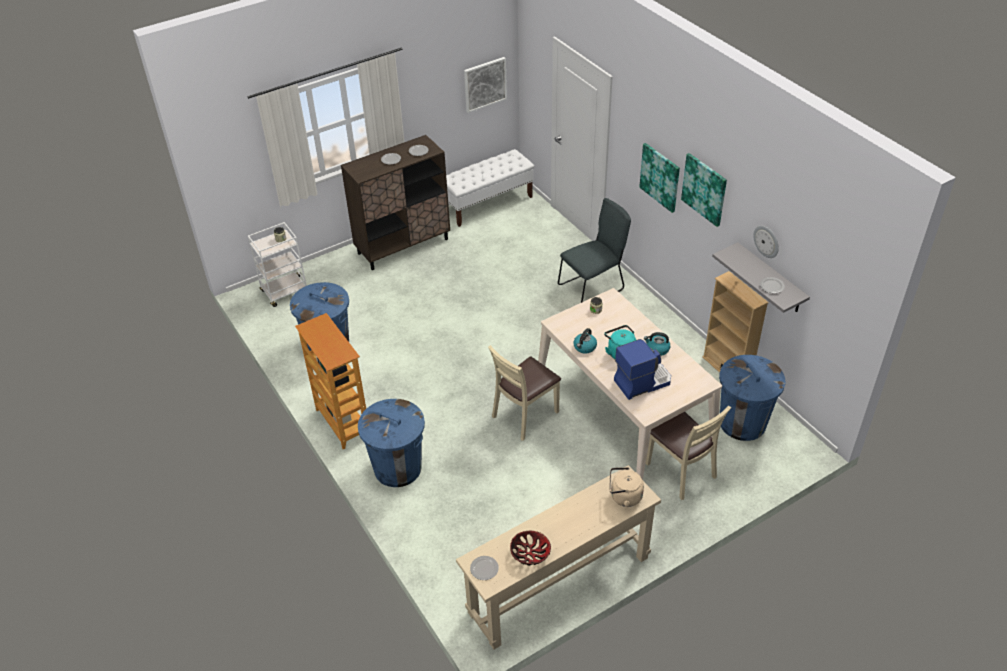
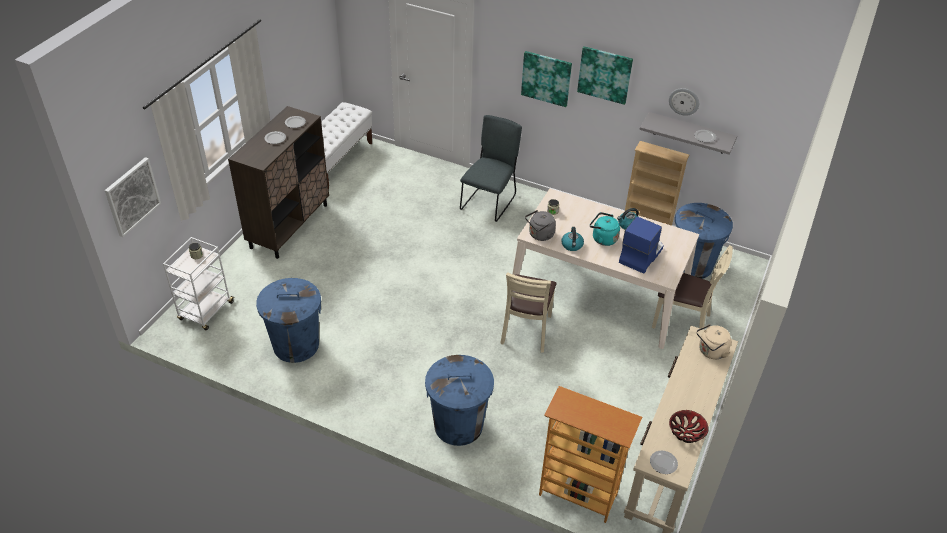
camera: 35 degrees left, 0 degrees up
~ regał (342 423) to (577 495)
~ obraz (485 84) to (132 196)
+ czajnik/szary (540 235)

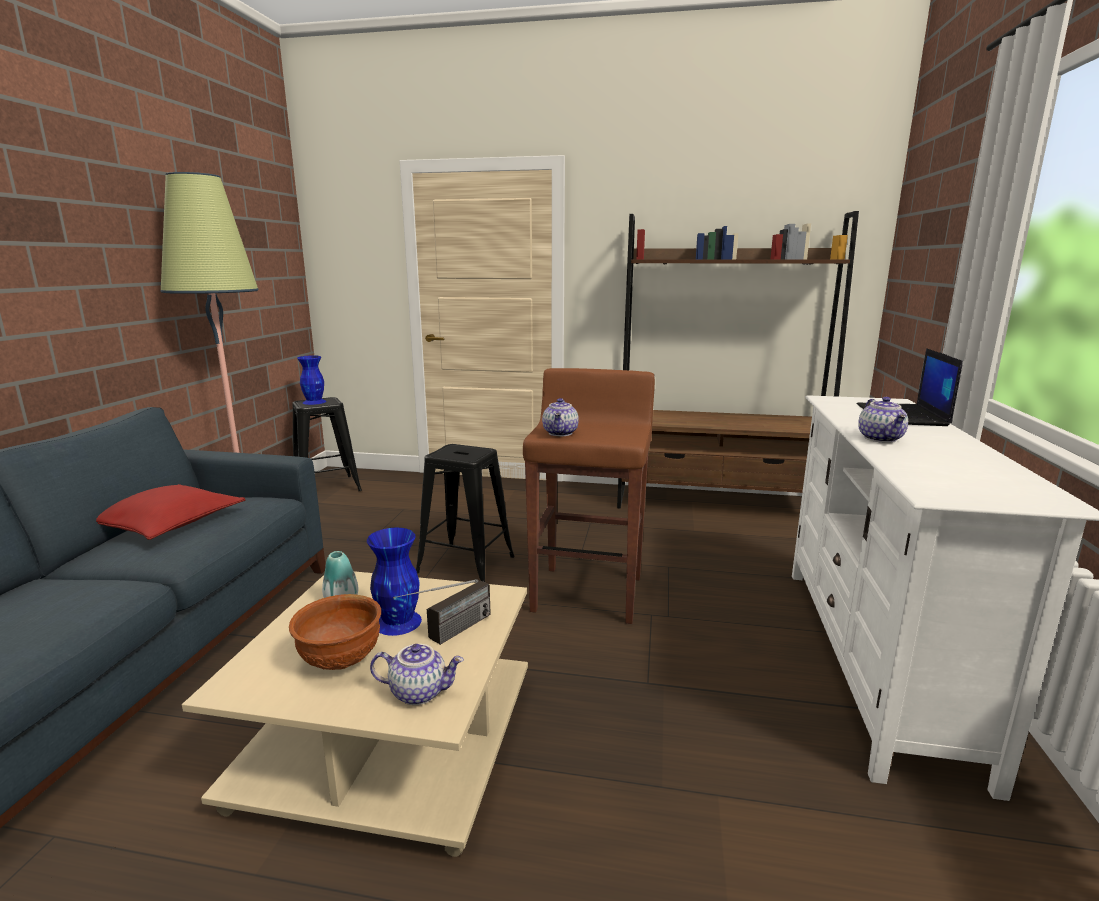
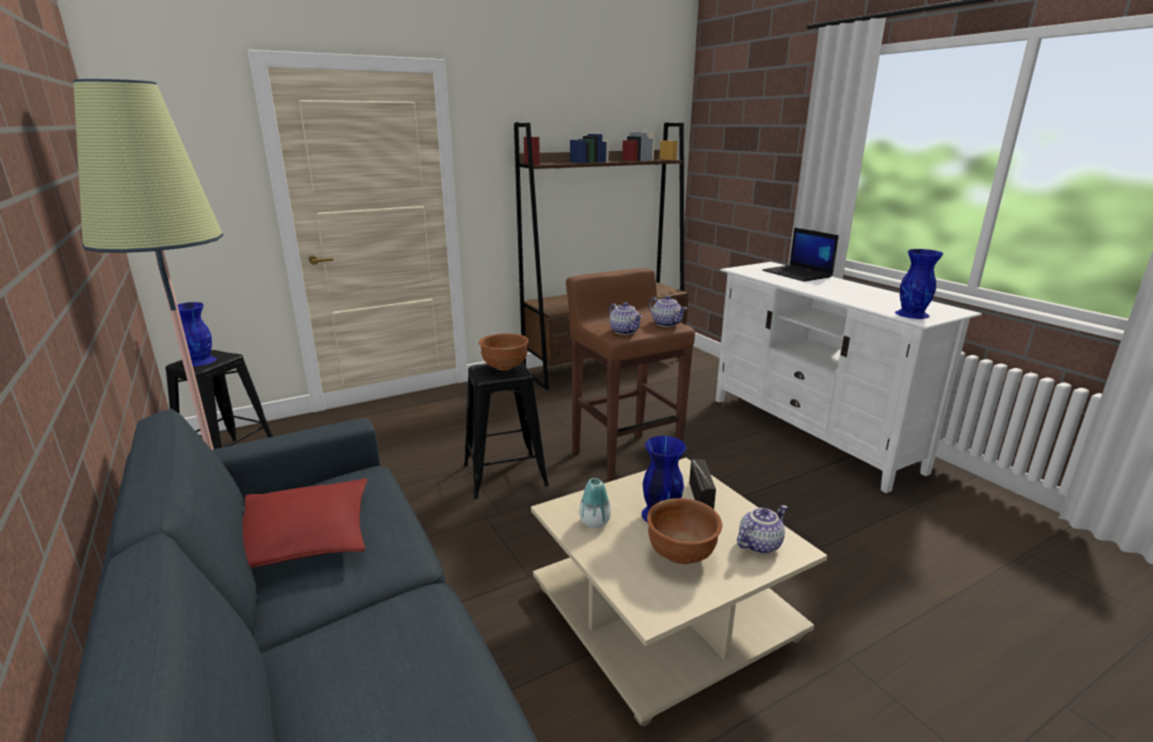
camera: 40 degrees left, 5 degrees up
~ imbryk (881 439) to (667 324)
+ miska/brązowy (505 367)
+ wazon/niebieski (912 314)

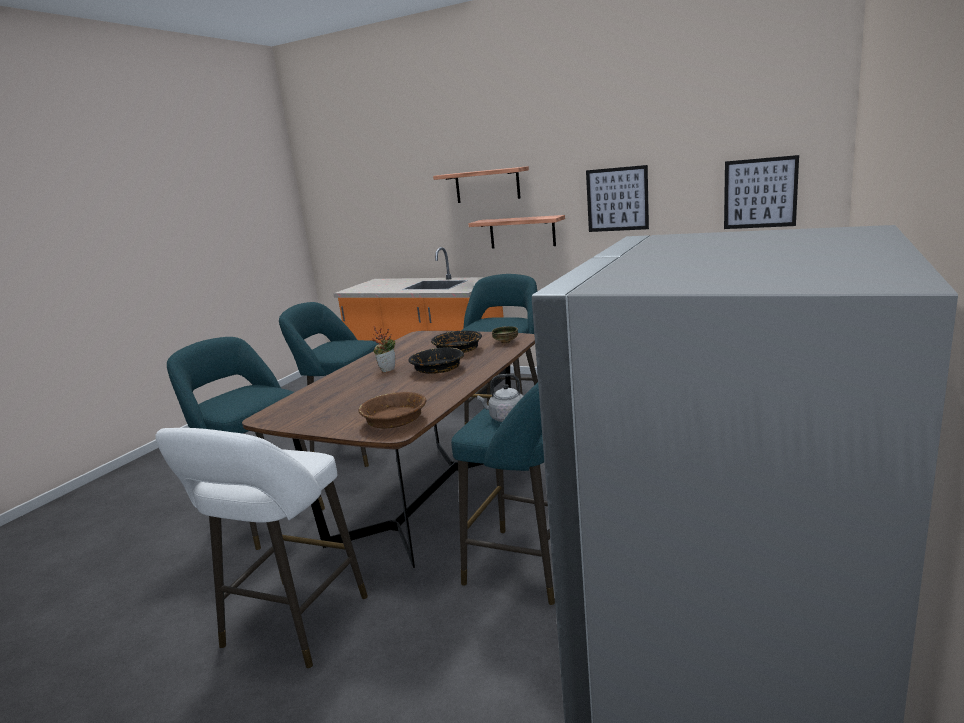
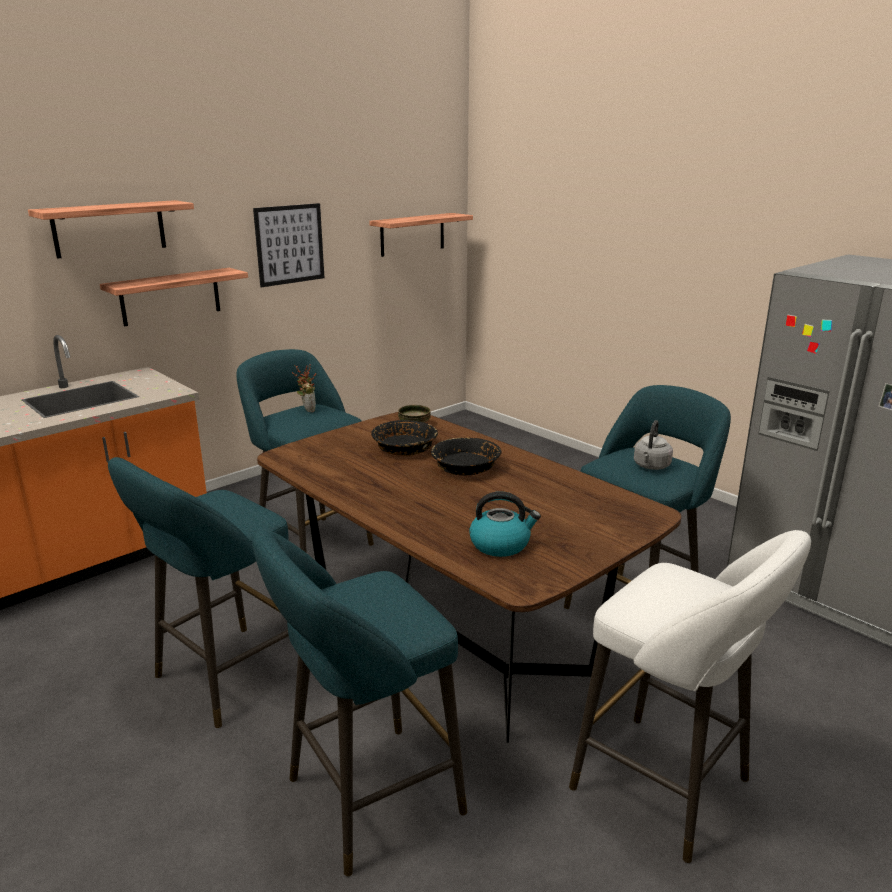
camera: 70 degrees left, 5 degrees up
- miska/brązowy (394 421)
~ roślina doniczkowa (387 369) to (307 410)
~ obraz (760 193) to półka (412 234)
+ czajnik (501 544)

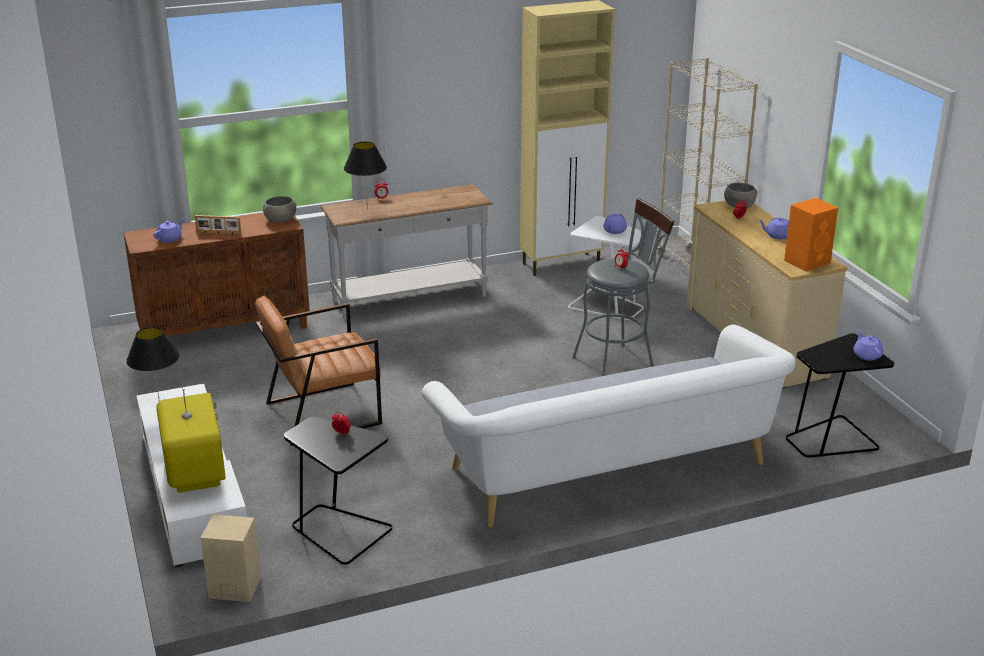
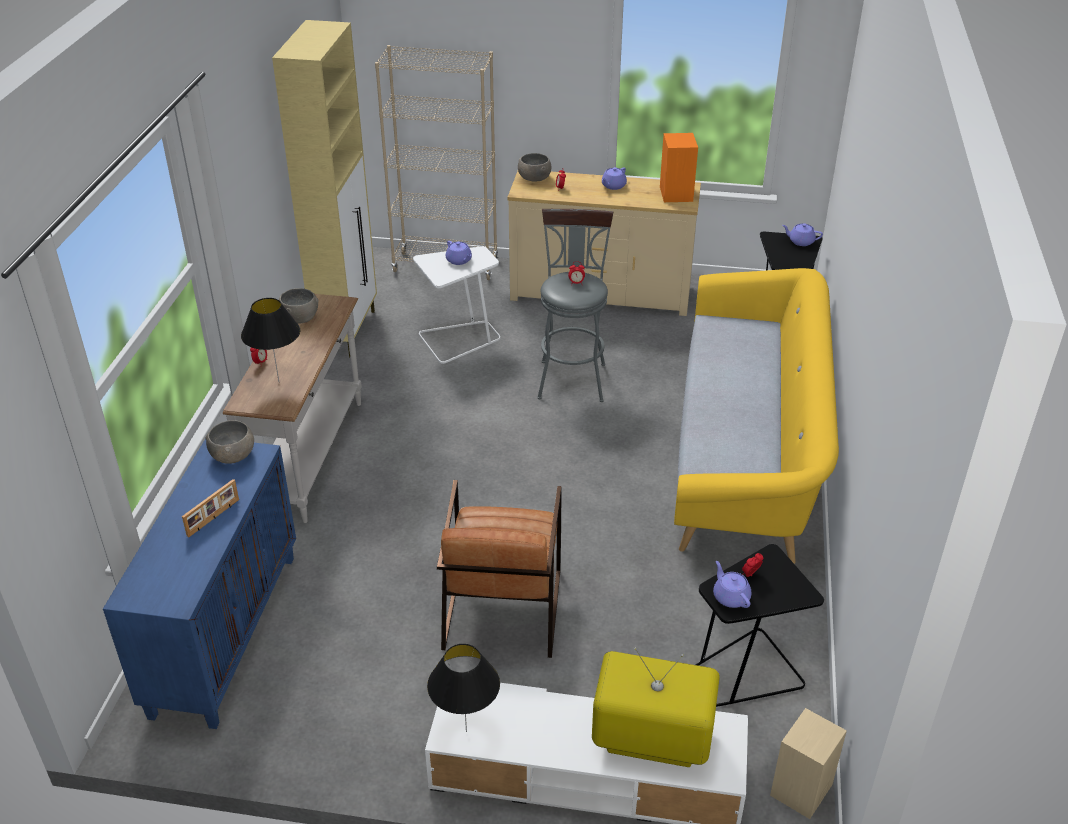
camera: 60 degrees left, 10 degrees up
~ szafka/brązowy (225 329) to szafka/niebieski (224 632)
~ imbryk/fioletowy (170 239) to (730 597)
~ kanapa/biały (610 469) to kanapa/żółty (746 454)
+ miska/szary (299 318)

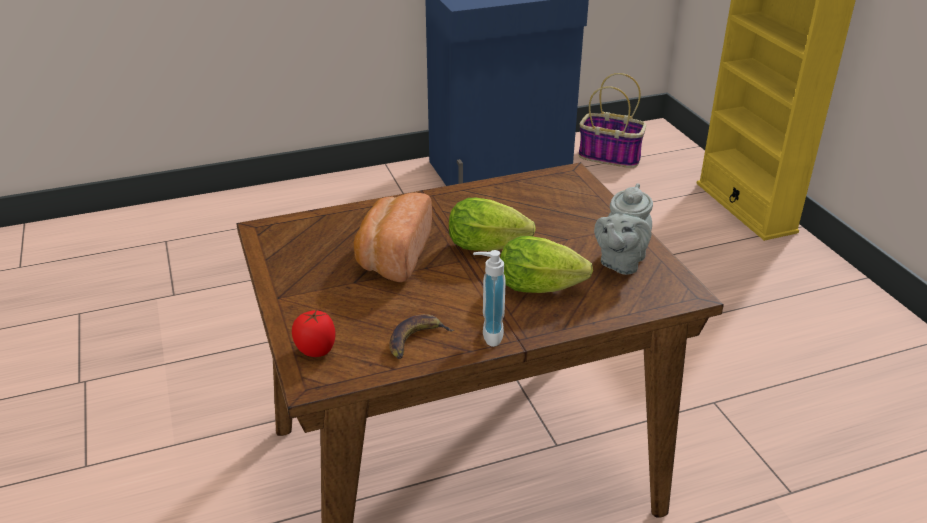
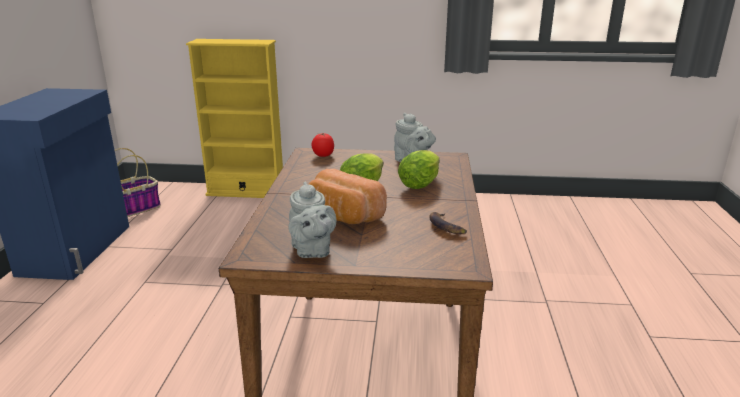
camera: 65 degrees left, 10 degrees down
~ pomidor (316 350) to (323 156)
- dozownik mydła (488 334)
+ imbryk/szary (311 251)

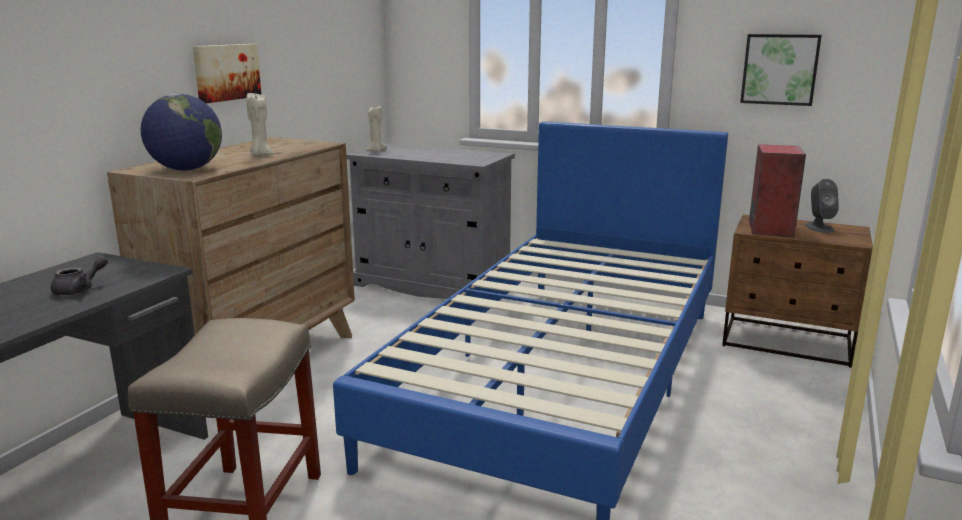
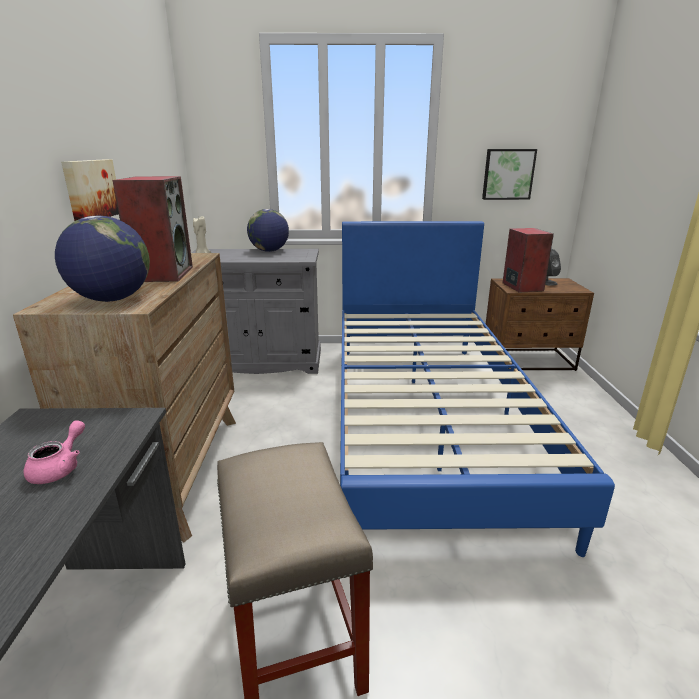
camera: 25 degrees left, 5 degrees up
~ imbryk/szary (80 289) to imbryk/różowy (60 468)
~ świeca/beżowy (260 155) to głośnik (163 274)
+ globus (269 251)

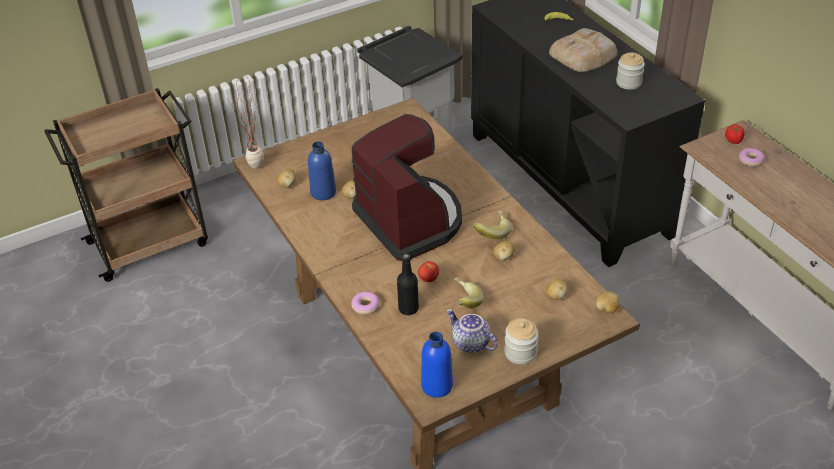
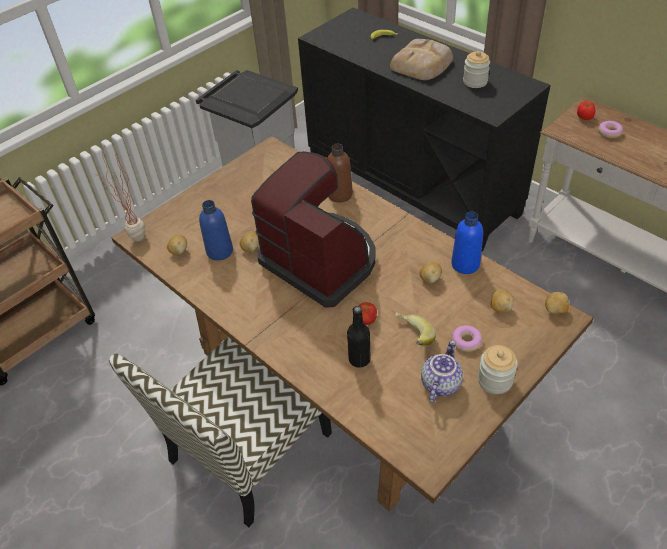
camera: 15 degrees left, 5 degrees up
~ donut (365 306) to (466 341)
~ butelka/niebieski (437 386) to (465 264)
~ imbryk (470 343) = (440 383) 90 degrees clockwise
- banan (491 232)
+ krzesło (249 449)
+ butelka/brązowy (340 194)

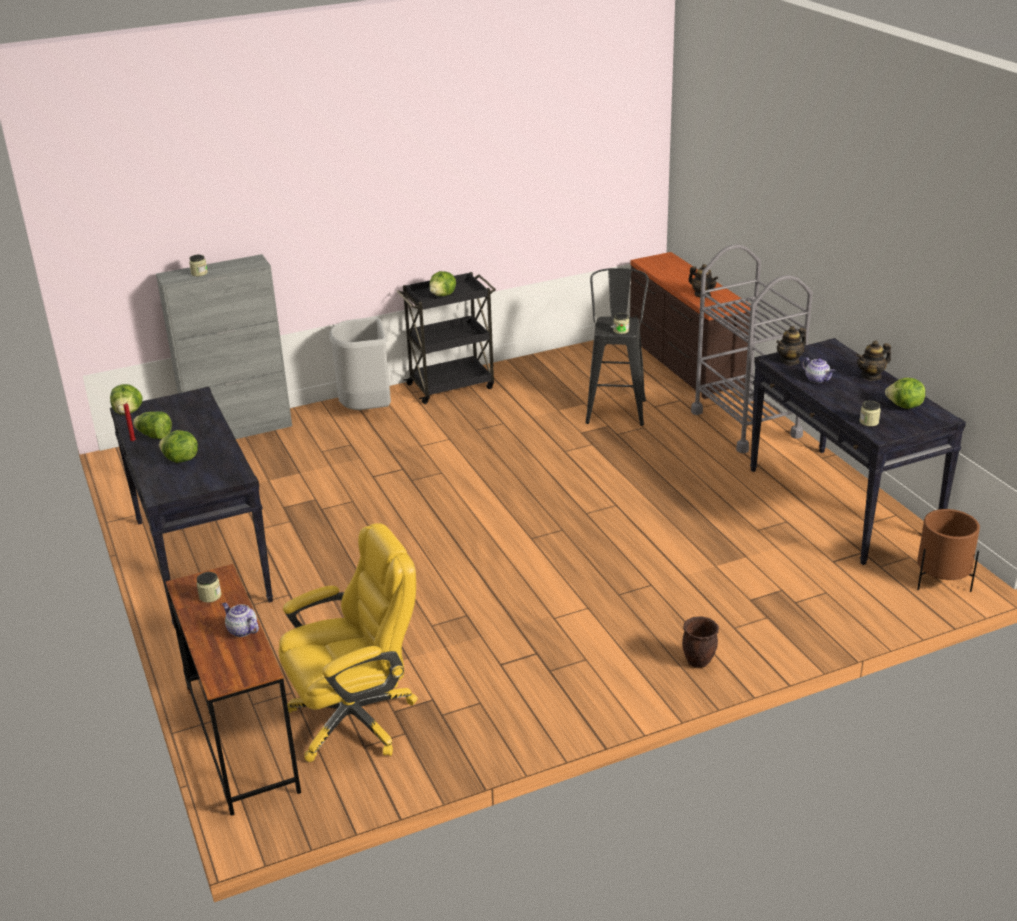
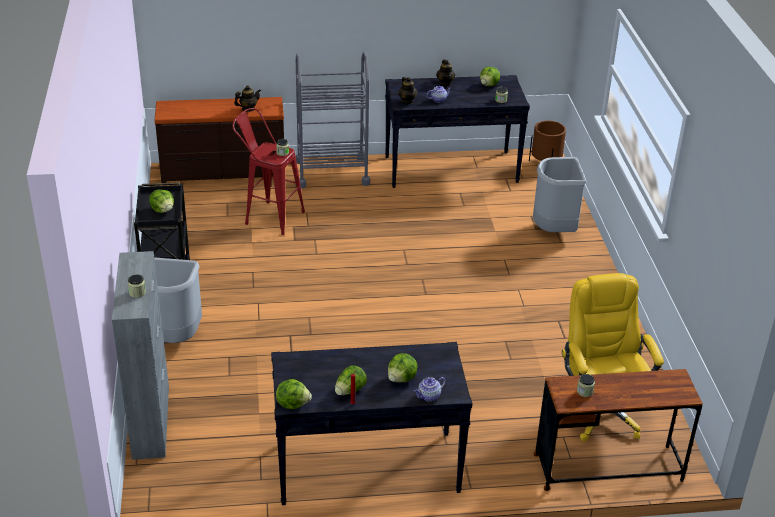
camera: 75 degrees left, 5 degrees up
~ imbryk (241 630) to (428 396)
~ stołek/czarny (616 408) to stołek/czerwony (269 216)
- donica/brązowy (698 662)
+ kosz na śmieci/szary (554 230)

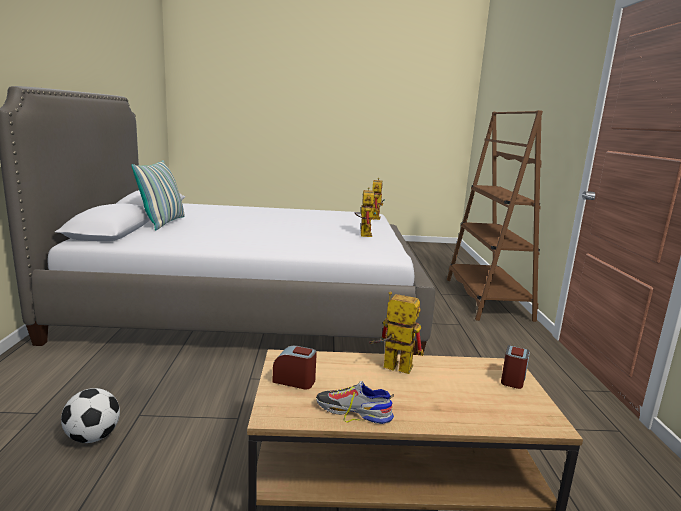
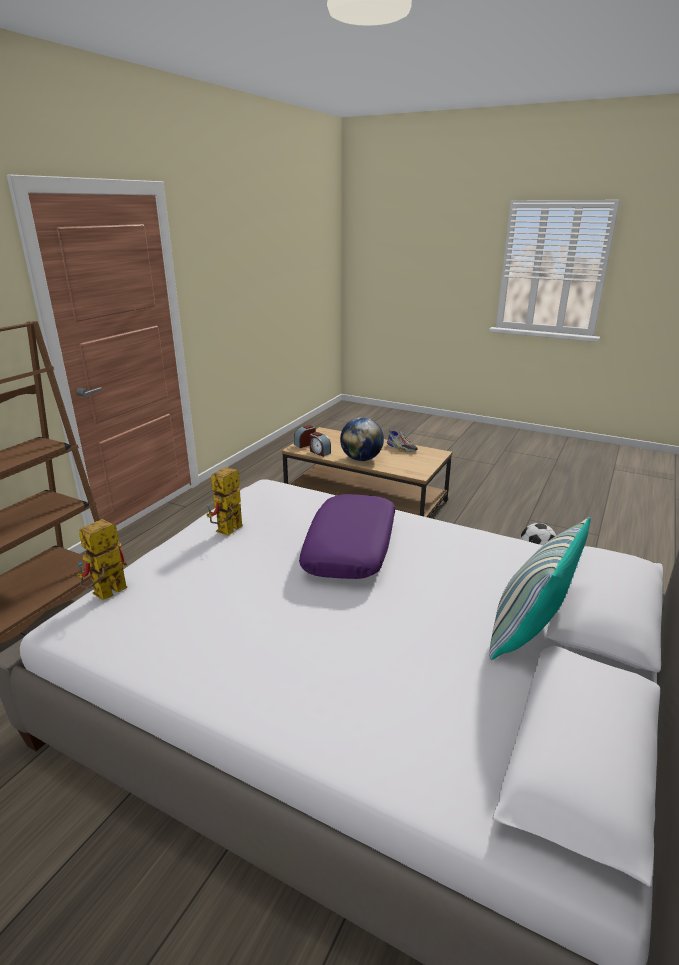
camera: 150 degrees left, 10 degrees up
~ budzik (294 381) to (319 452)
~ robot zabawkowy (390 367) to globus (361 459)
+ poduszka/fioletowy (351 547)

